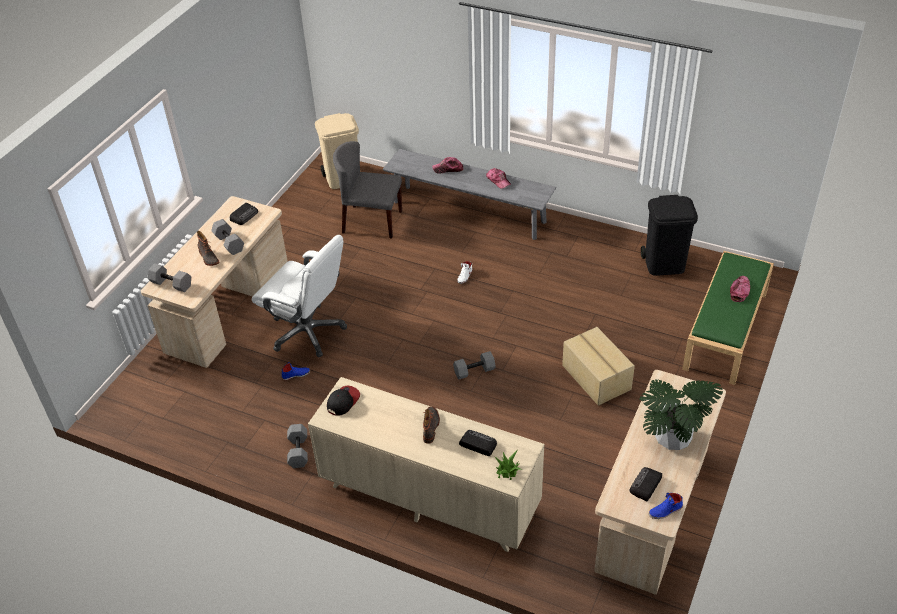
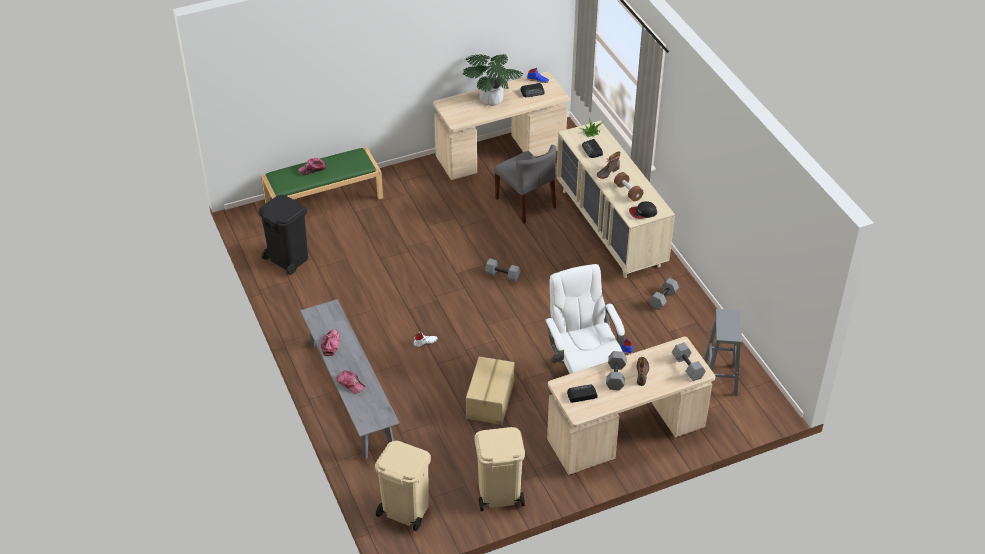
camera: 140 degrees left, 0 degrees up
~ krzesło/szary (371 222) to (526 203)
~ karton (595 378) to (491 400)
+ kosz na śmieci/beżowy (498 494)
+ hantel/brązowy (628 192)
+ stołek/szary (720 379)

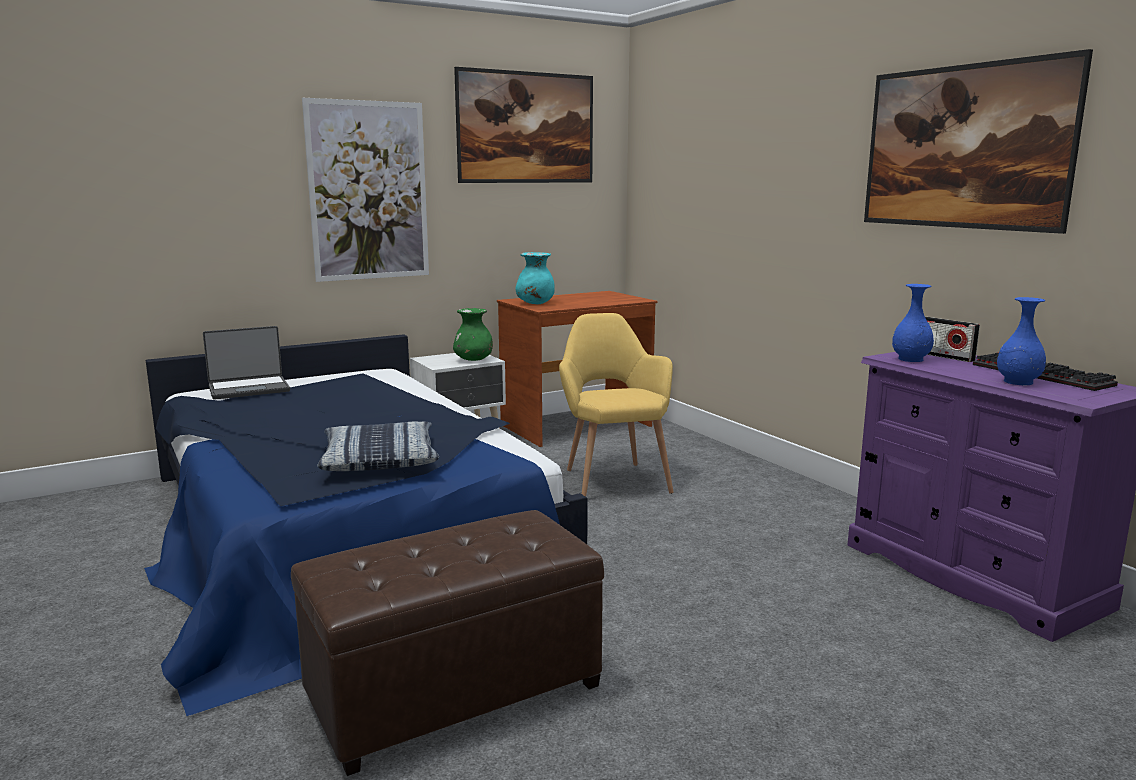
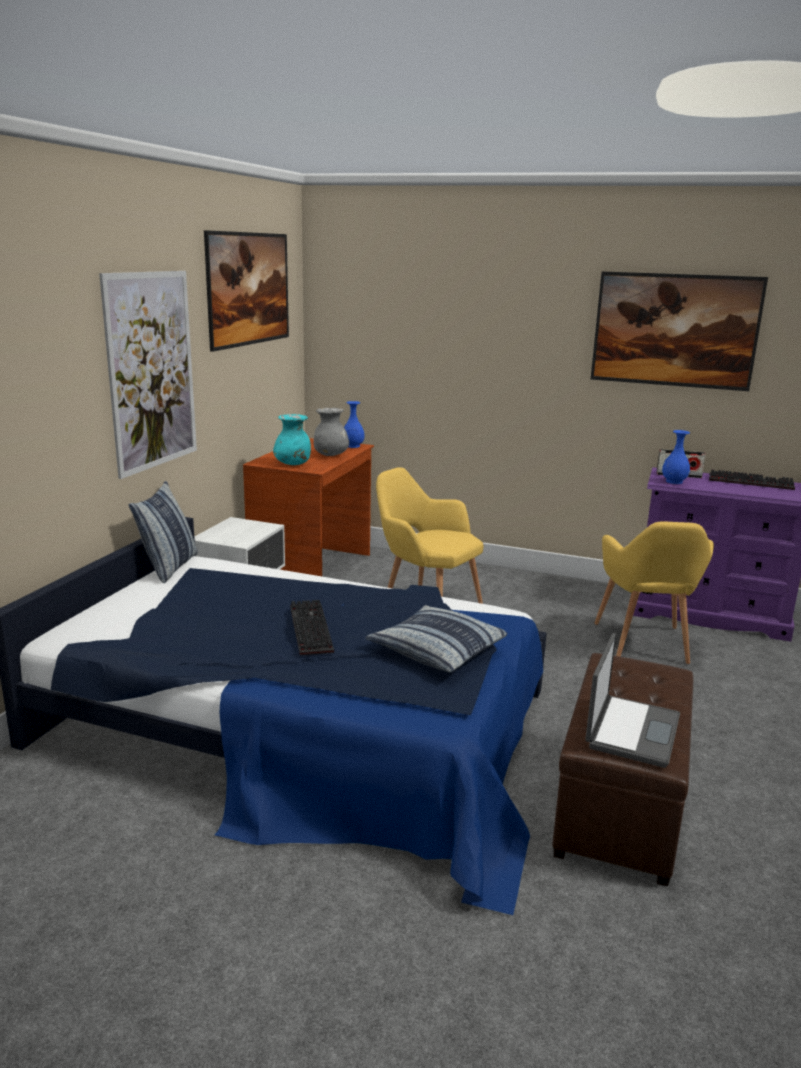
camera: 40 degrees left, 5 degrees up
~ laptop (249 389) to (630 731)
- wazon/zielony (473 360)
~ wazon/niebieski (1017 382) to (352 446)
+ poduszka (169 567)
+ klawiatura (308 628)
+ wazon/szary (330 455)
+ fotel/żółty (644 647)

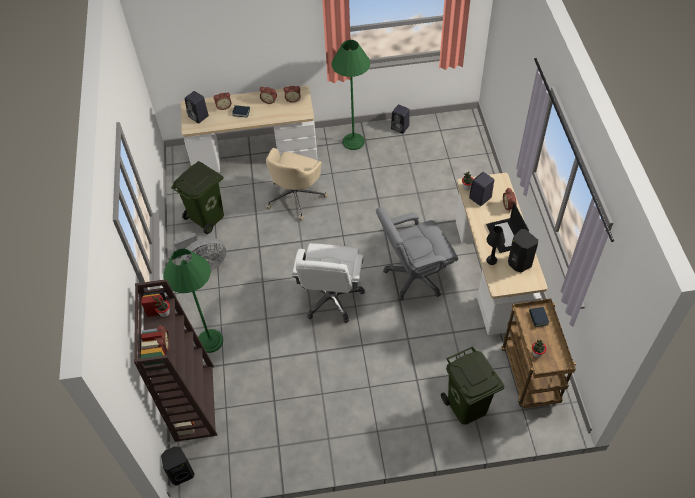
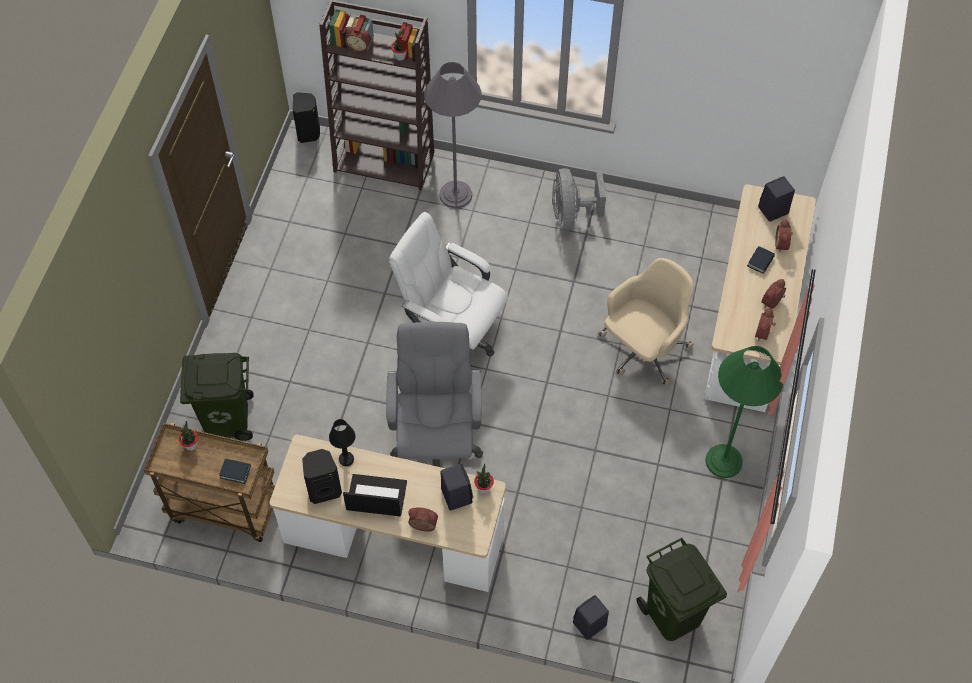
camera: 110 degrees right, 5 degrees up
~ lampa stojąca/zielony (210 341) to lampa stojąca/szary (455 194)
~ kosz na śmieci/zielony (207 217) to (672 614)
~ krzesło biurowe/beżowy (296 196) = (643 350) 90 degrees clockwise
~ głośnik/czarny (400 127) to (589 625)

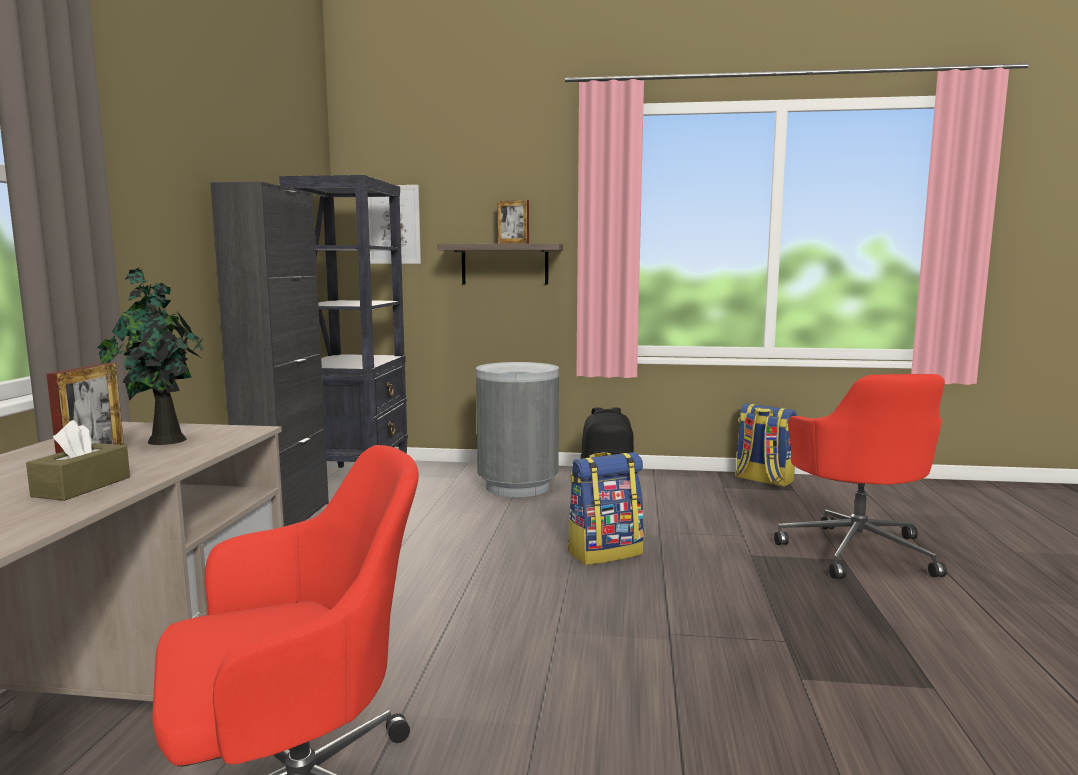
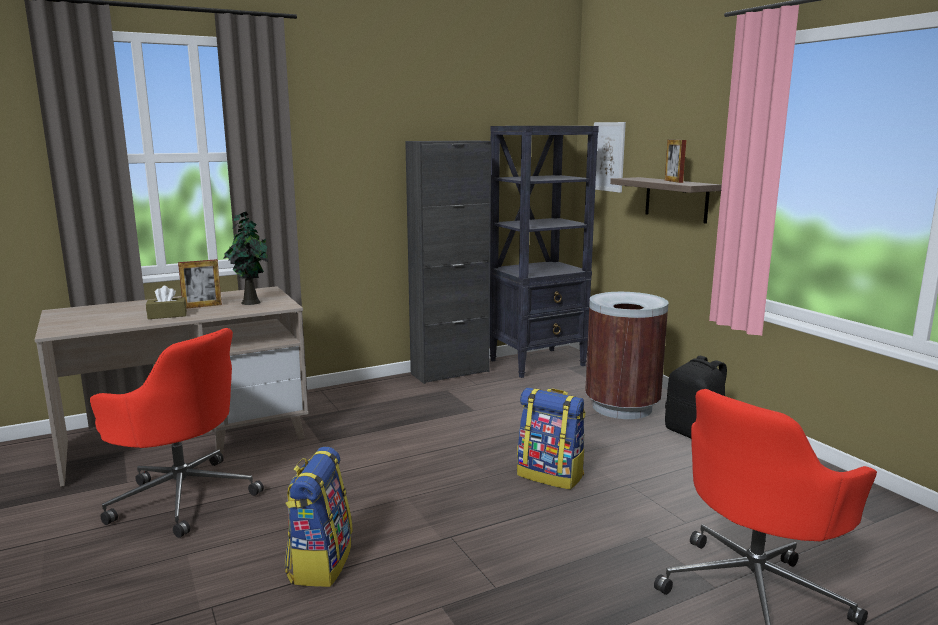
camera: 55 degrees right, 5 degrees up
~ kosz na śmieci/szary (518 486) to kosz na śmieci/brązowy (622 407)
~ plecak (763 480) to (320 563)

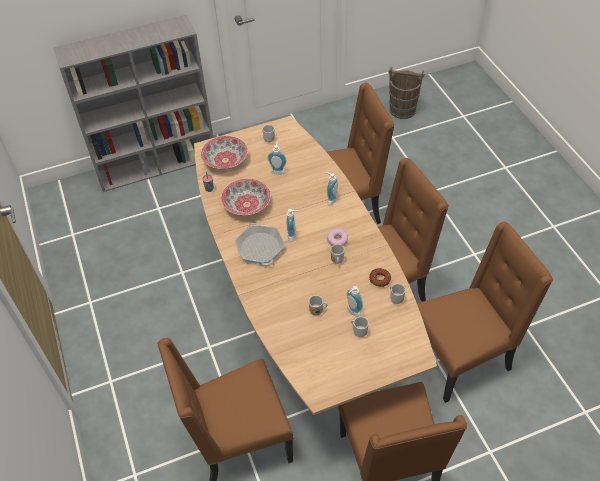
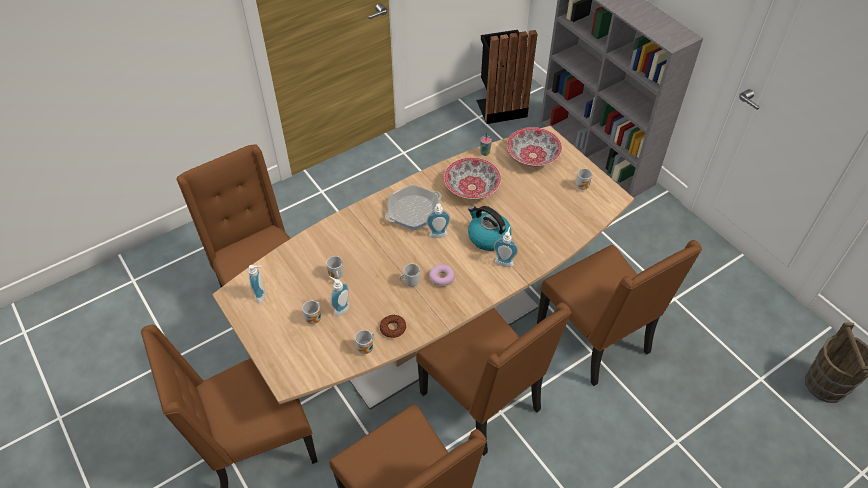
camera: 75 degrees right, 0 degrees up
~ dozownik mydła (278 170) to (262 295)
+ czajnik (488 237)
+ kosz na śmieci/czarny (500 107)

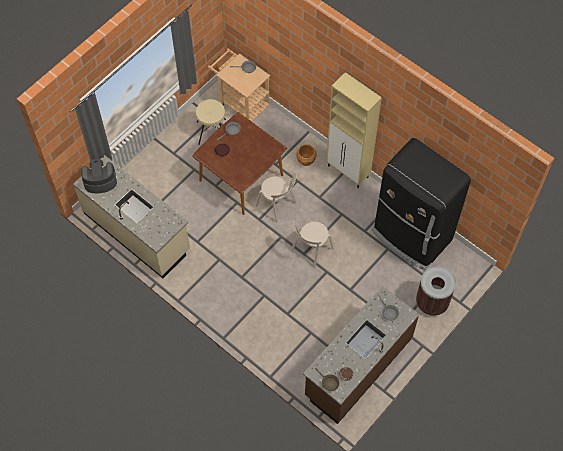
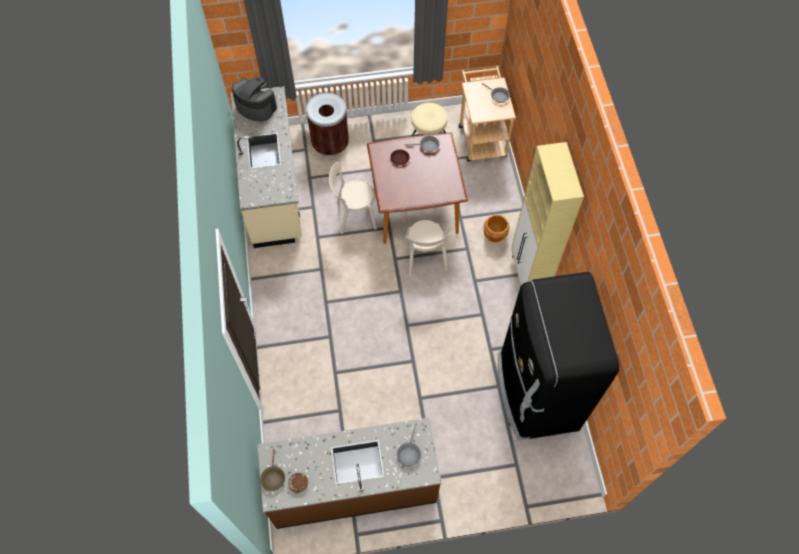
camera: 40 degrees right, 0 degrees up
~ krzesło/beżowy (311 250) to (354 216)
~ kosz na śmieci/brązowy (432 303) to (330 144)

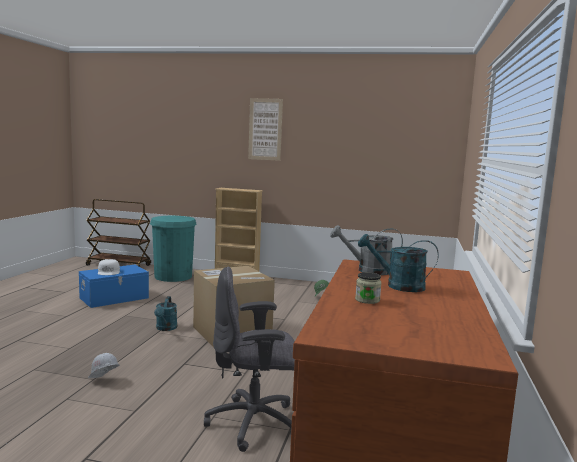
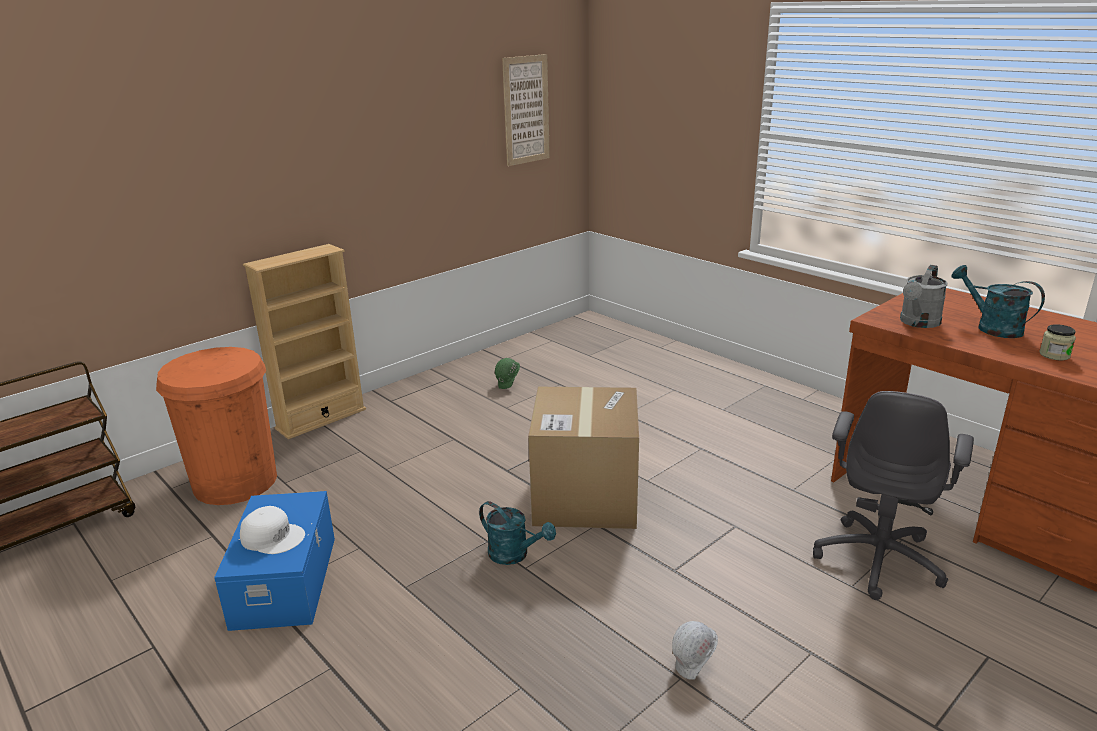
camera: 55 degrees left, 15 degrees up
~ kosz na śmieci/turkusowy (173 276) to kosz na śmieci/pomarańczowy (235 482)
~ obraz (265 129) to (526 110)
~ konewka/turkusowy (398 286) = (991 327) 90 degrees clockwise

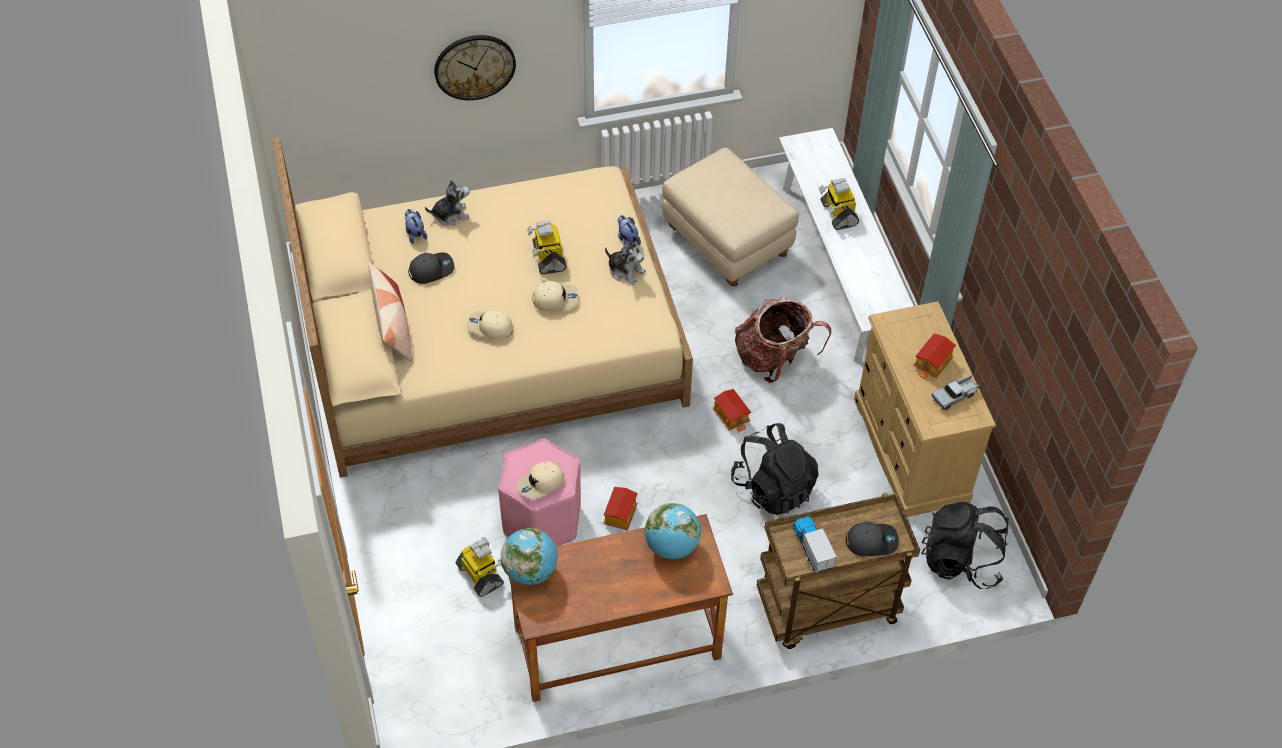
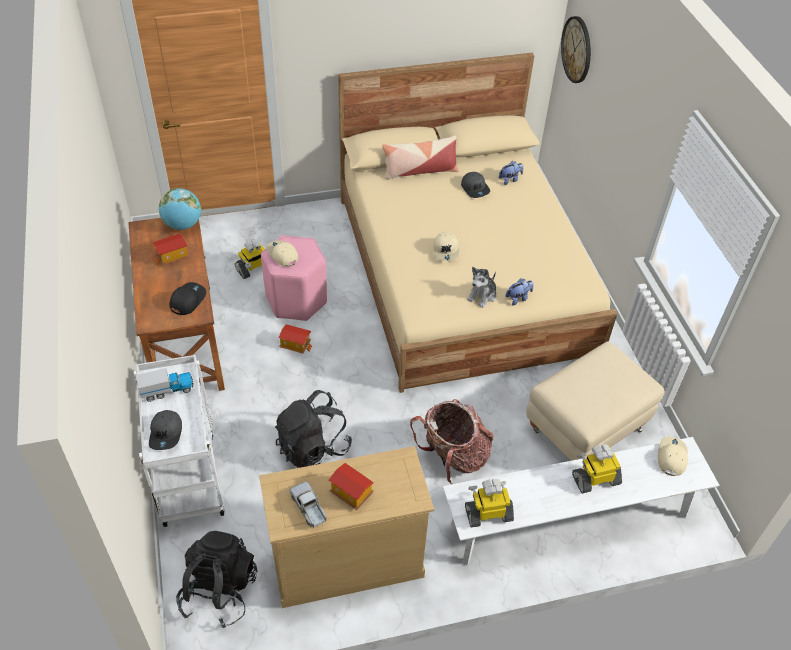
camera: 90 degrees right, 5 degrees down
- pluszak (450 214)
~ zegar ścienny (474 66) to (577 49)
~ czapka z daszkiem/beżowy (489 328) to (671 457)
~ robot zabawkowy (548 257) to (488 513)
~ globus (672 546) to czapka z daszkiem/czarny (187 300)
~ domek (731 416) to (172 257)
~ wózek/brązowy (826 609) to wózek/biały (187 476)

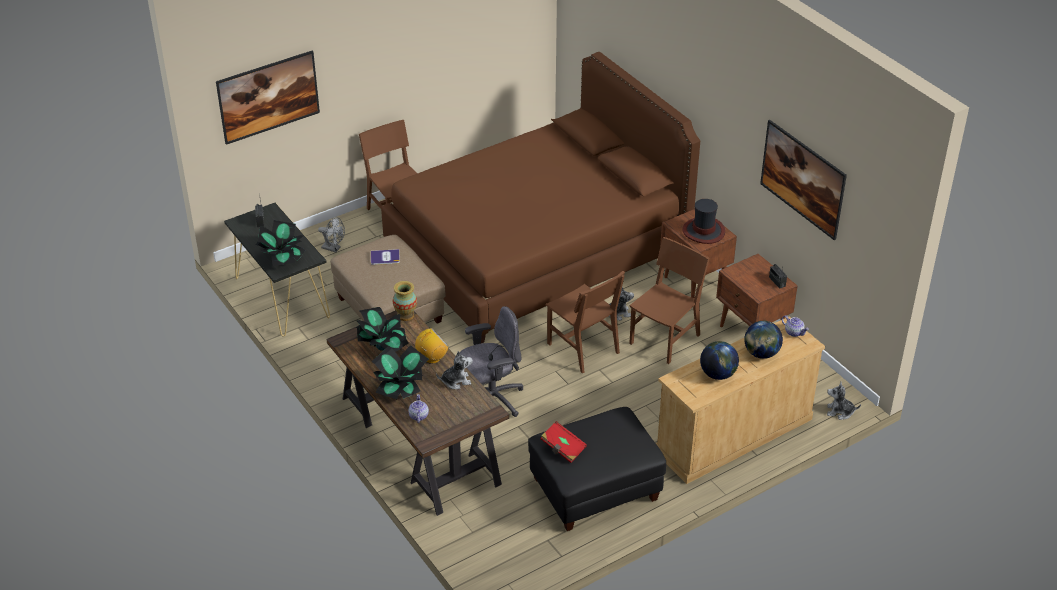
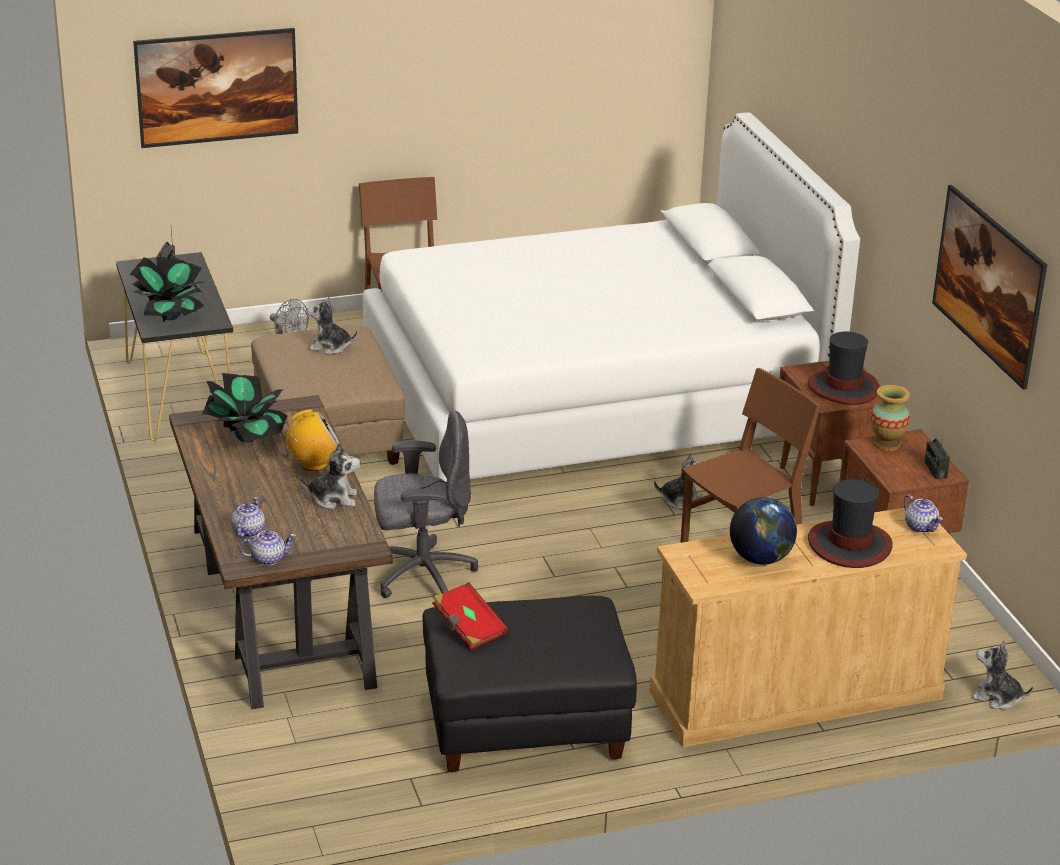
camera: 15 degrees right, 10 degrees down
~ książka (385 257) to pluszak (330 347)
- roślina doniczkowa (401 389)
~ łóżko/brązowy (536 250) to łóżko/biały (593 401)
~ wazon (405 315) to (886 444)
- krzesło/brązowy (583 348)
~ globus (761 353) to kapelusz (849 545)
+ imbryk (268 559)

